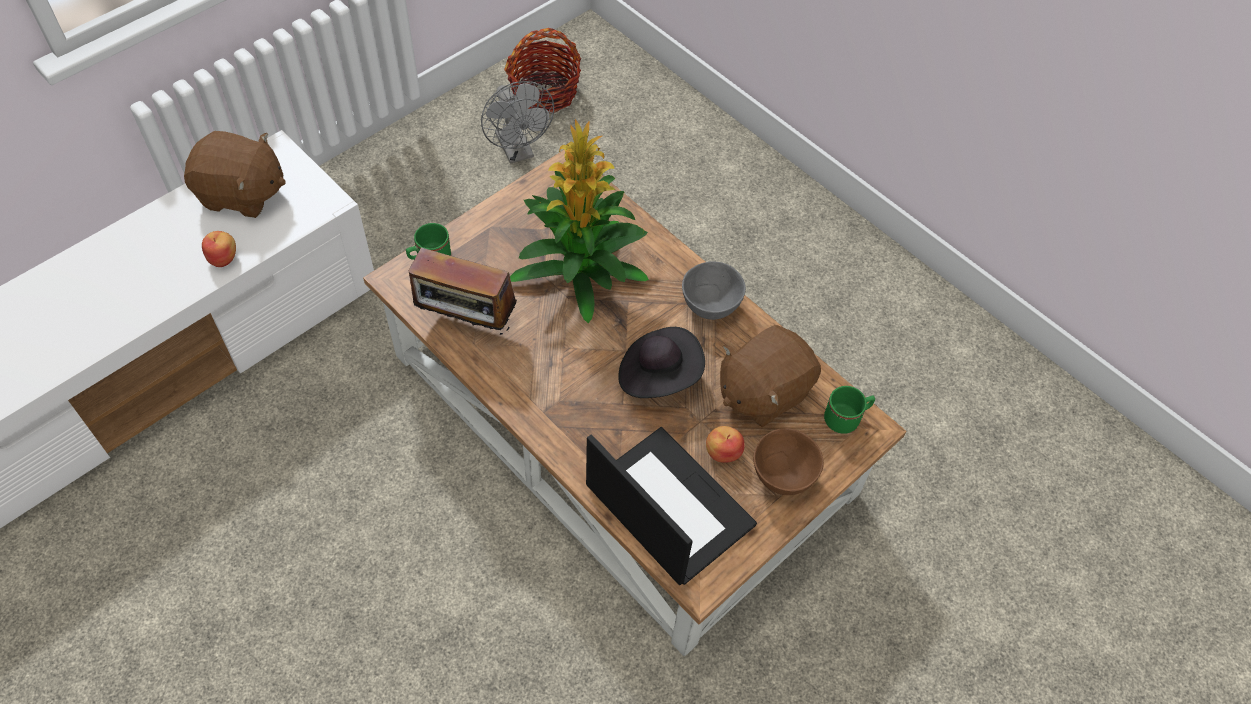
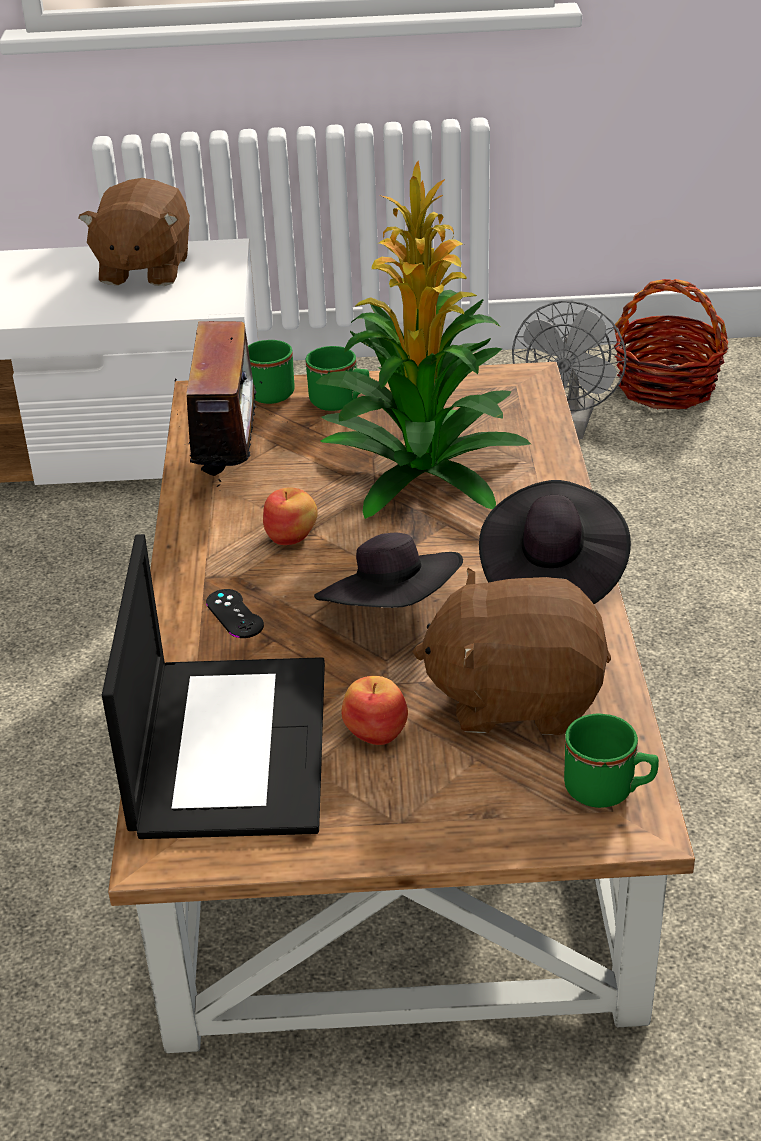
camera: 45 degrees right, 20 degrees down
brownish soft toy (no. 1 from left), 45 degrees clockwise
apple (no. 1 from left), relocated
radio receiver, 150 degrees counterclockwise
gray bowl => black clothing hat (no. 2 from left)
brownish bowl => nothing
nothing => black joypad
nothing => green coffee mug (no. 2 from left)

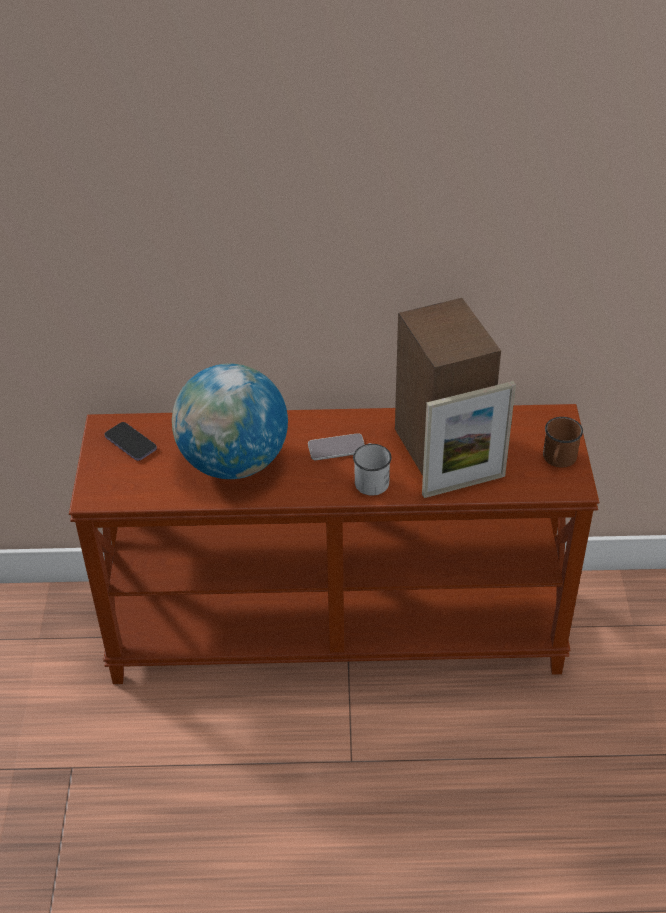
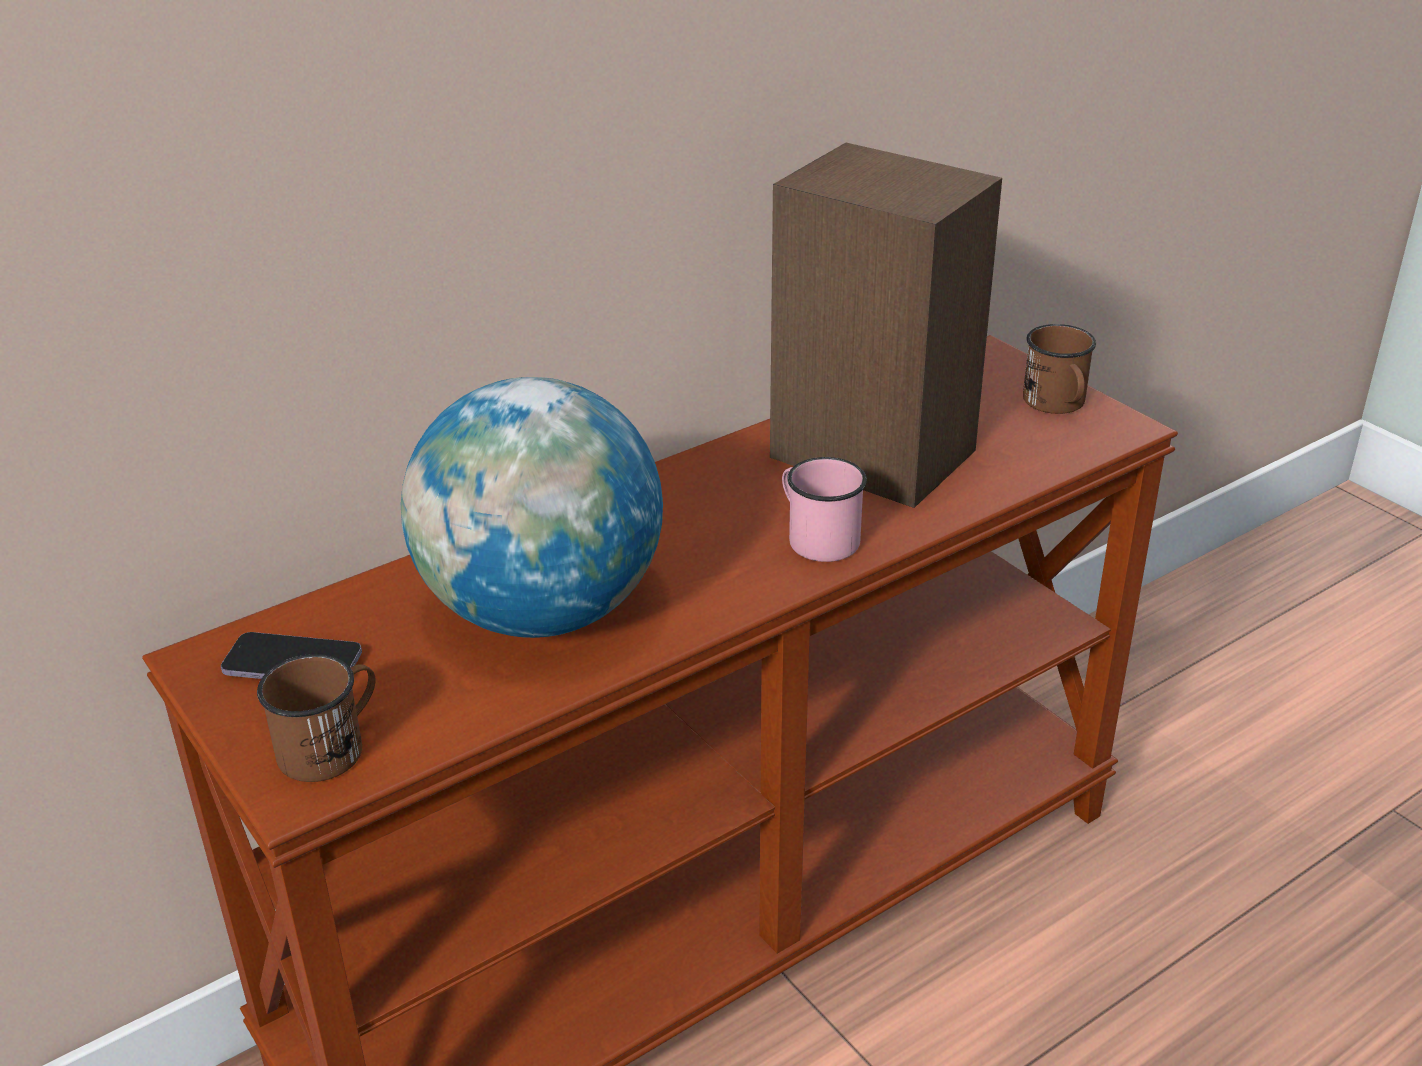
camera: 35 degrees left, 10 degrees down
telephone (no. 2 from left) => nothing
white-coloured coffee mug => pink-coloured coffee mug
standing frame => nothing
nothing => brownish coffee mug (no. 1 from left)

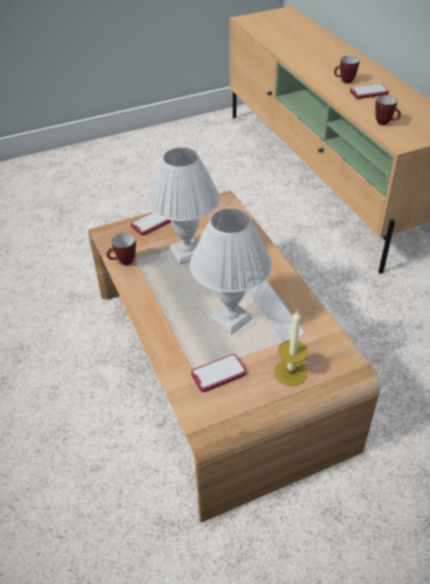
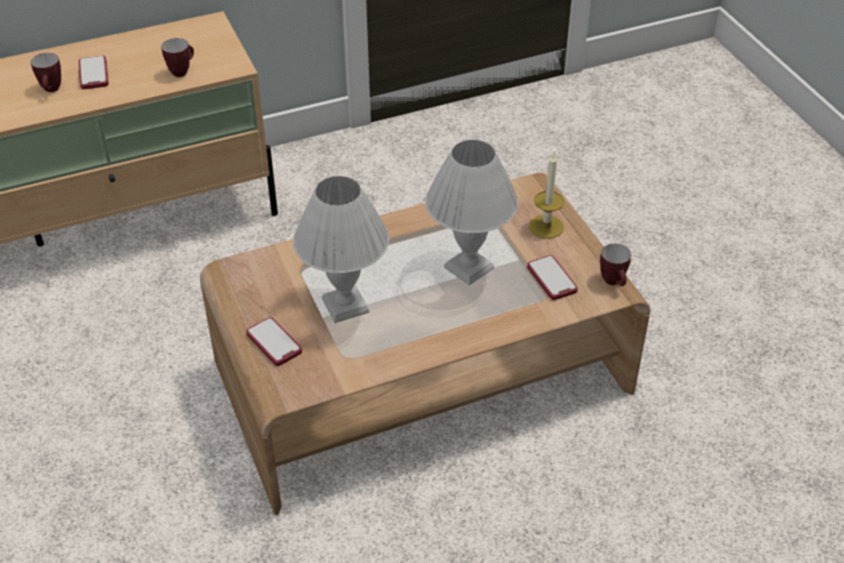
camera: 90 degrees left, 0 degrees up
coffee mug (no. 1 from left in the first image) => coffee mug (no. 3 from left), relocated

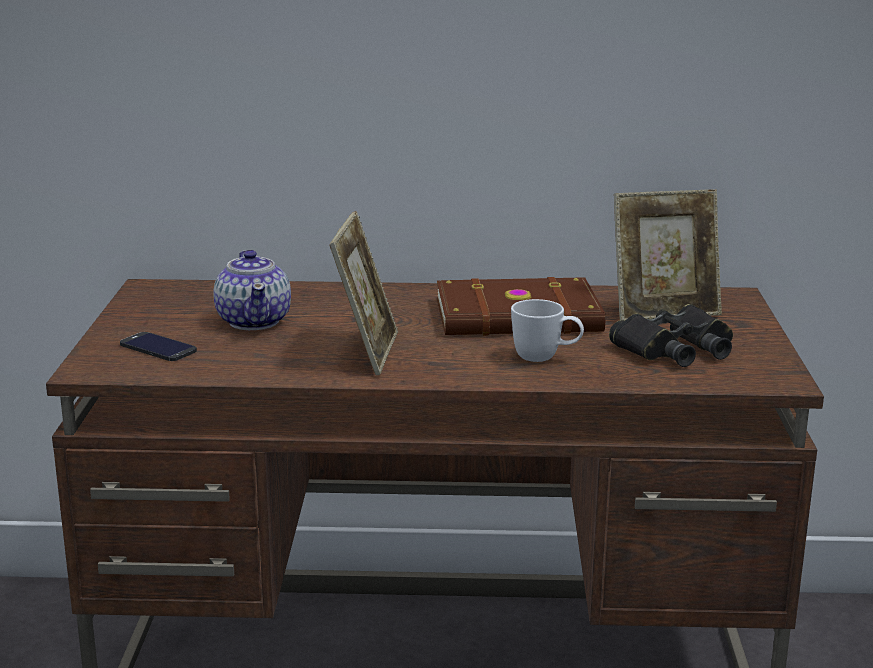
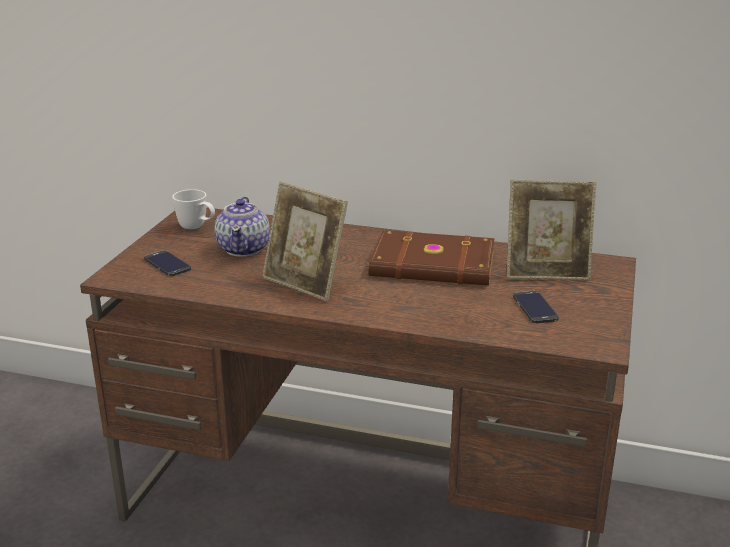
camera: 15 degrees right, 5 degrees up
standing frame (no. 1 from left), 105 degrees clockwise
white-coloured coffee mug, relocated
black pair of binoculars => telephone (no. 2 from left)

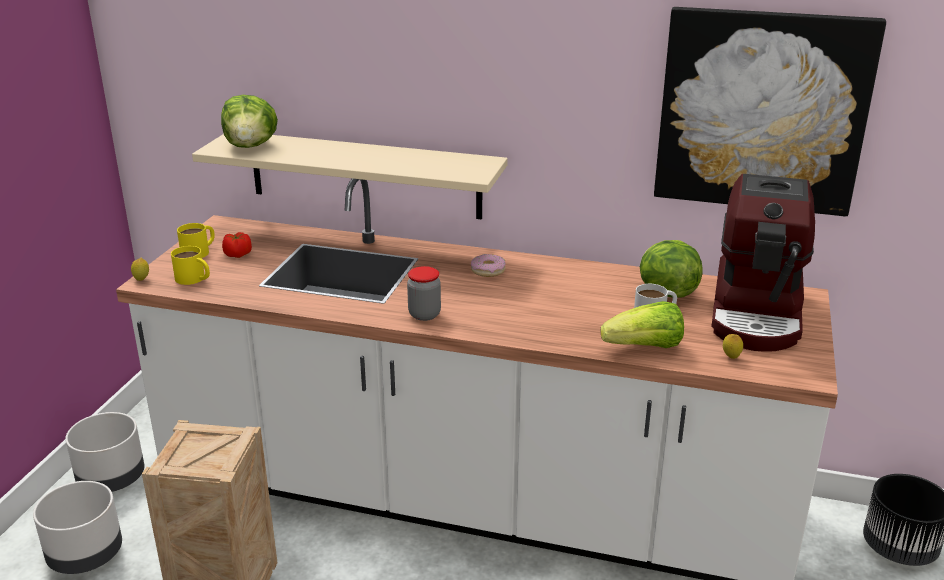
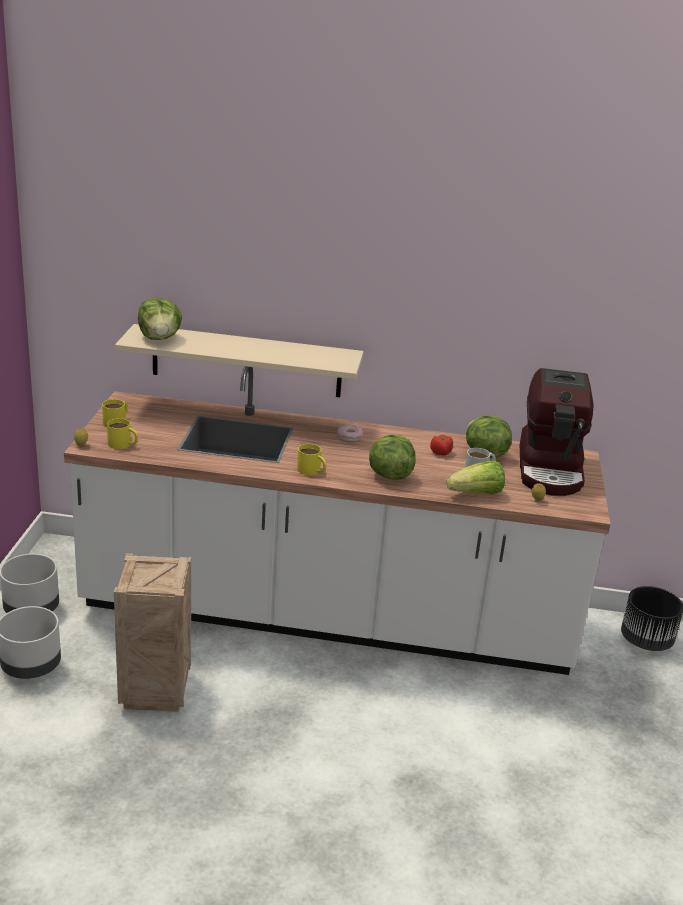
camera: 10 degrees left, 0 degrees up
tomato, relocated
jar => yellowish coffee mug (no. 3 from left)
wall art => nothing
nothing => lettuce head (no. 2 from left)

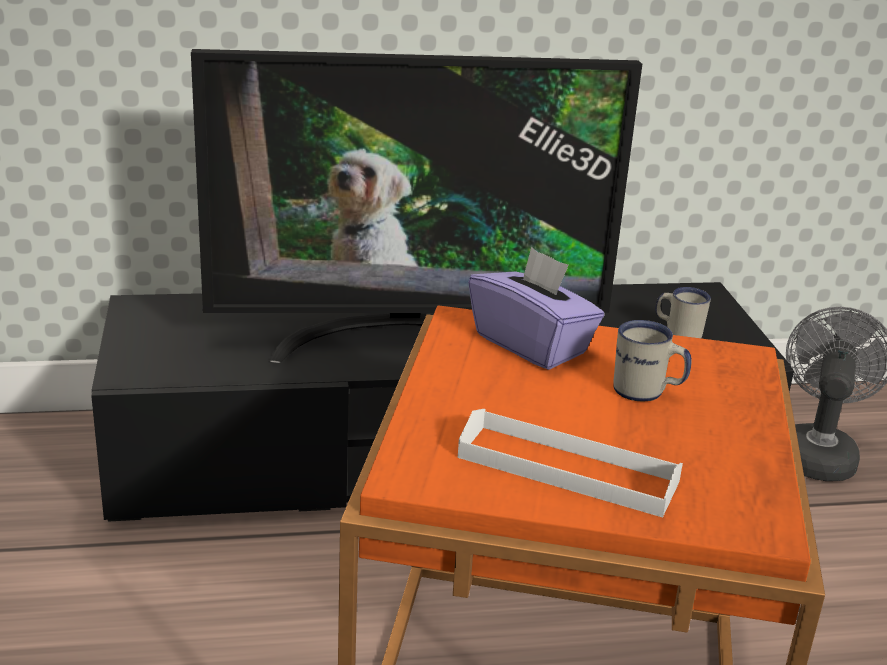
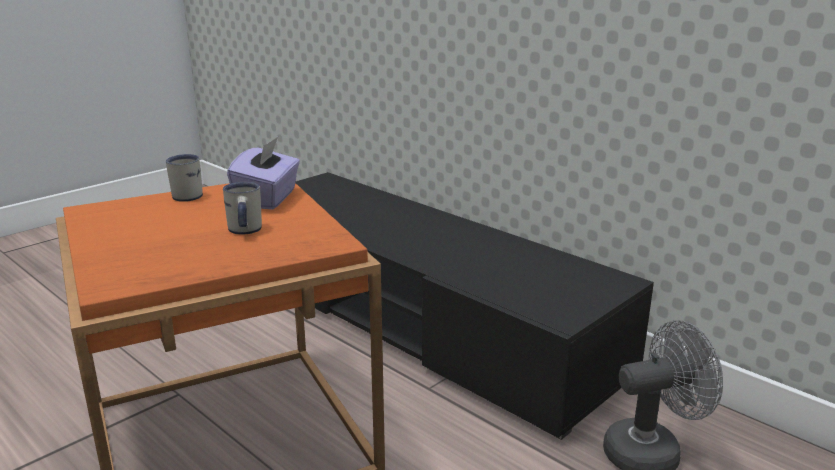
camera: 55 degrees right, 5 degrees down
television => nothing
white-coloured serving tray => nothing
white-coloured coffee mug (no. 2 from left in the first image) => white-coloured coffee mug (no. 1 from left), relocated

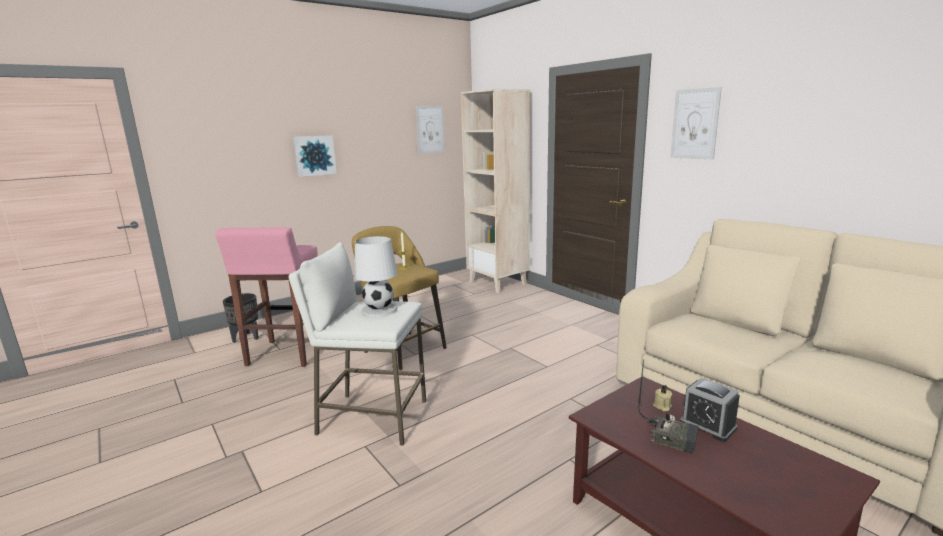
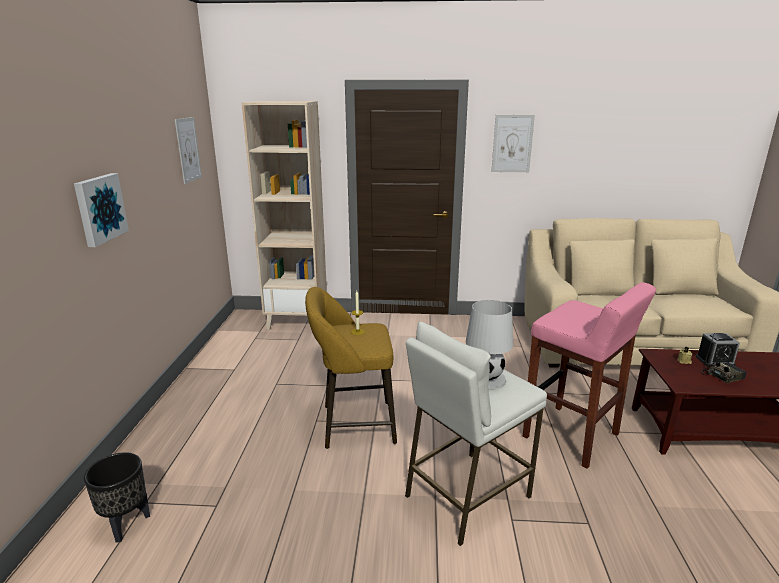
camera: 50 degrees left, 5 degrees up
pink-coloured sitting stool, relocated

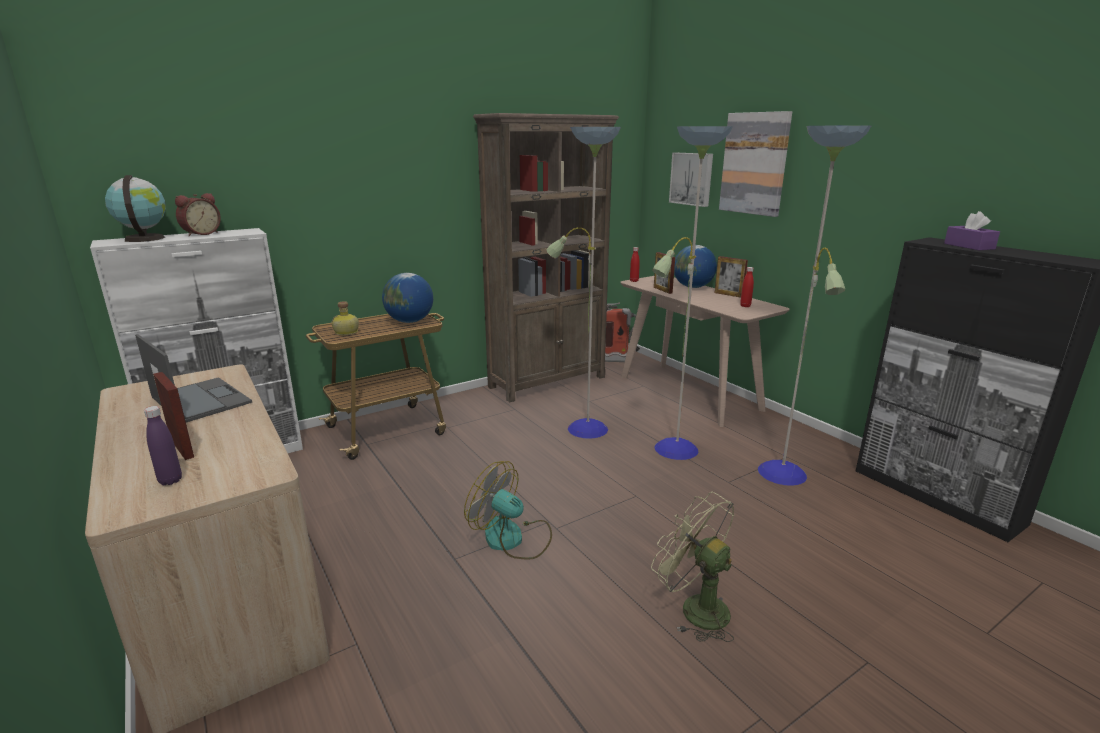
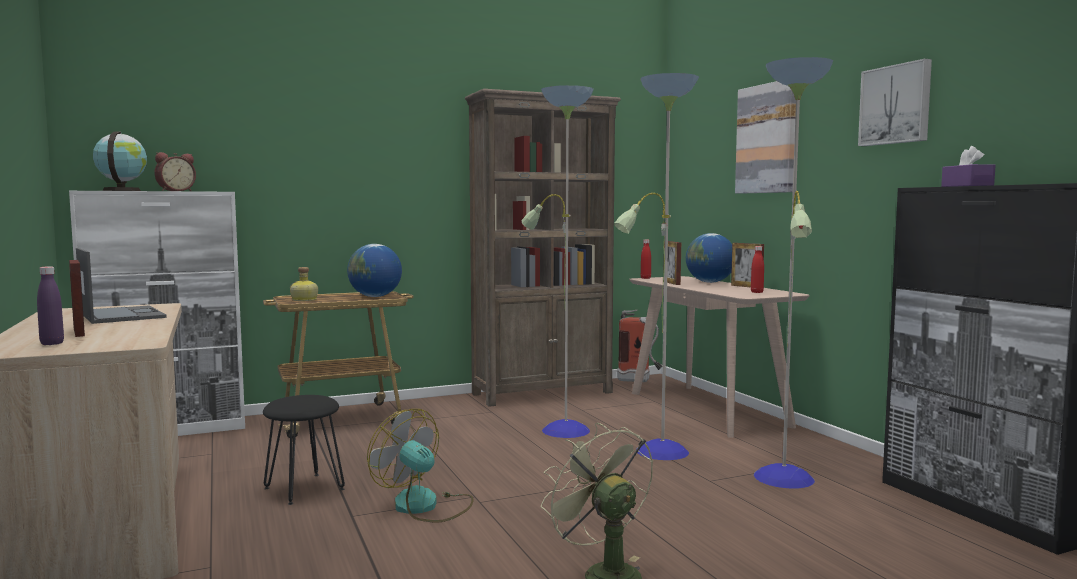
camera: 10 degrees right, 15 degrees down
wall art (no. 1 from left in the first image) => wall art (no. 2 from left), relocated
nothing => black sitting stool

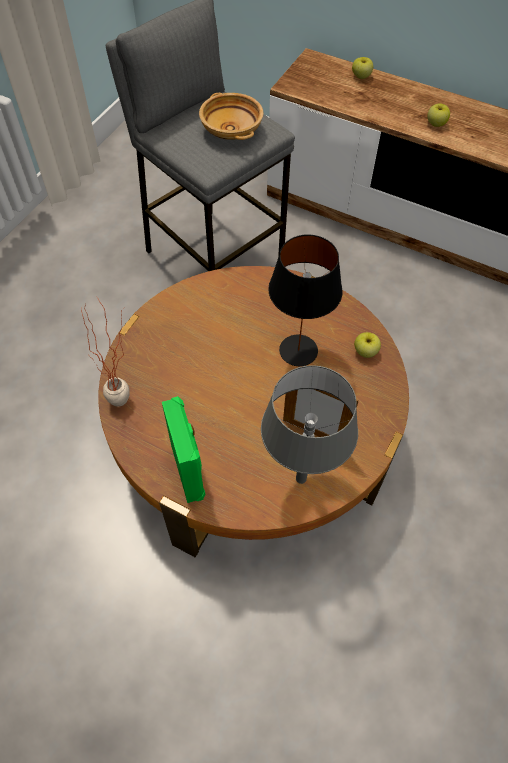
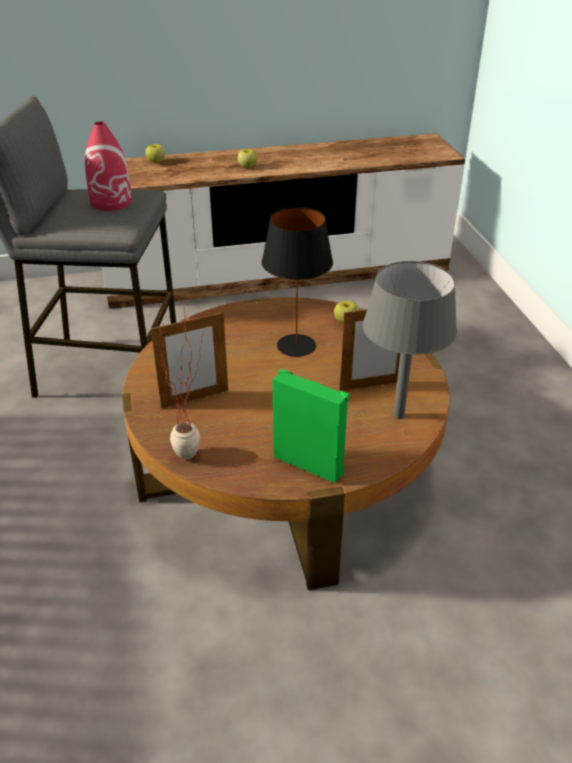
camera: 40 degrees left, 20 degrees down
beige bowl => red-coloured flower vase
nothing => standing frame (no. 1 from left)

